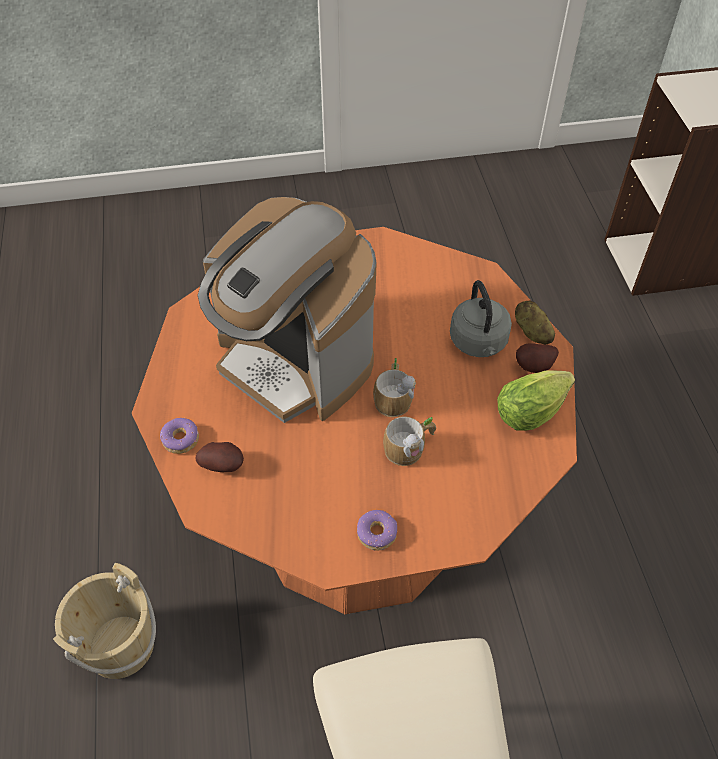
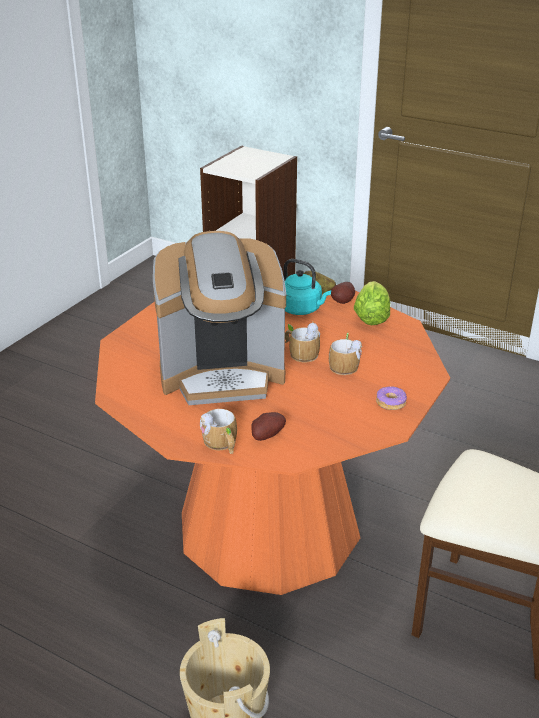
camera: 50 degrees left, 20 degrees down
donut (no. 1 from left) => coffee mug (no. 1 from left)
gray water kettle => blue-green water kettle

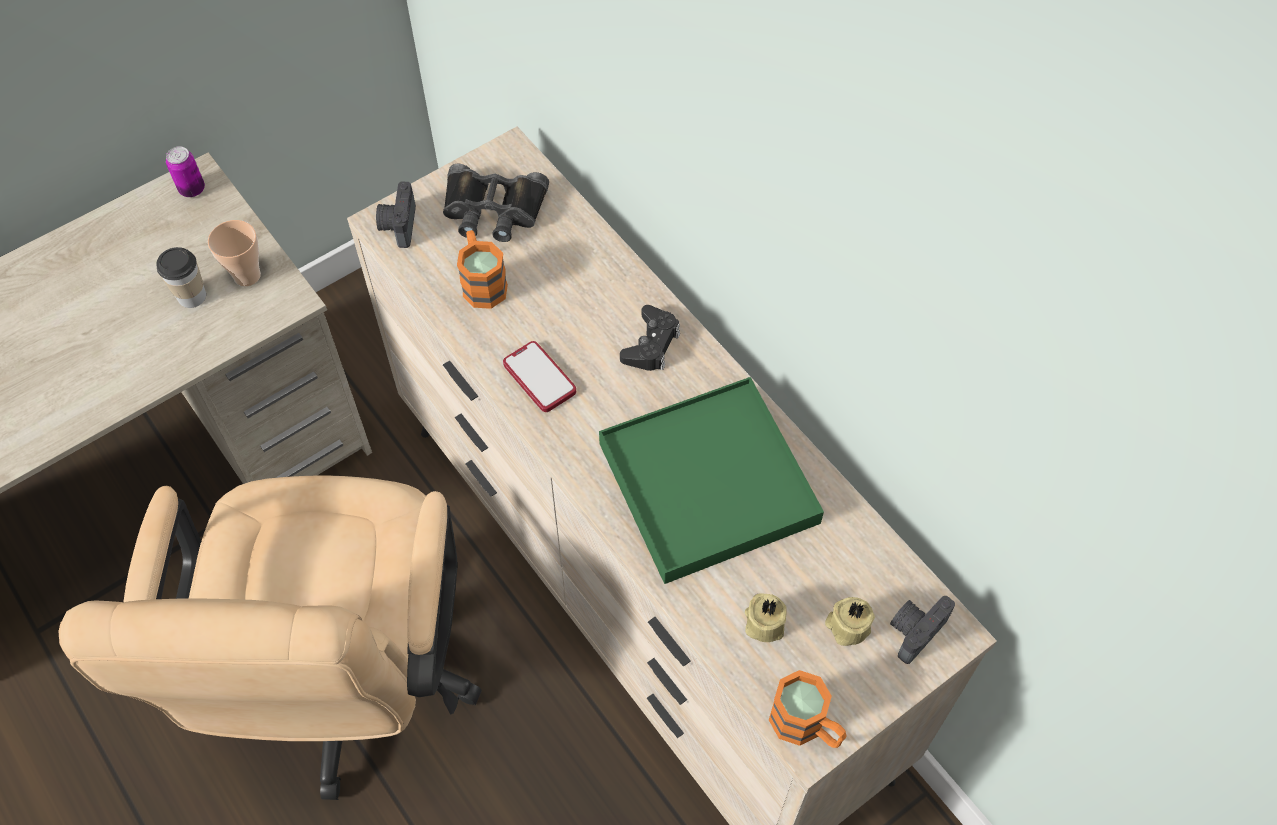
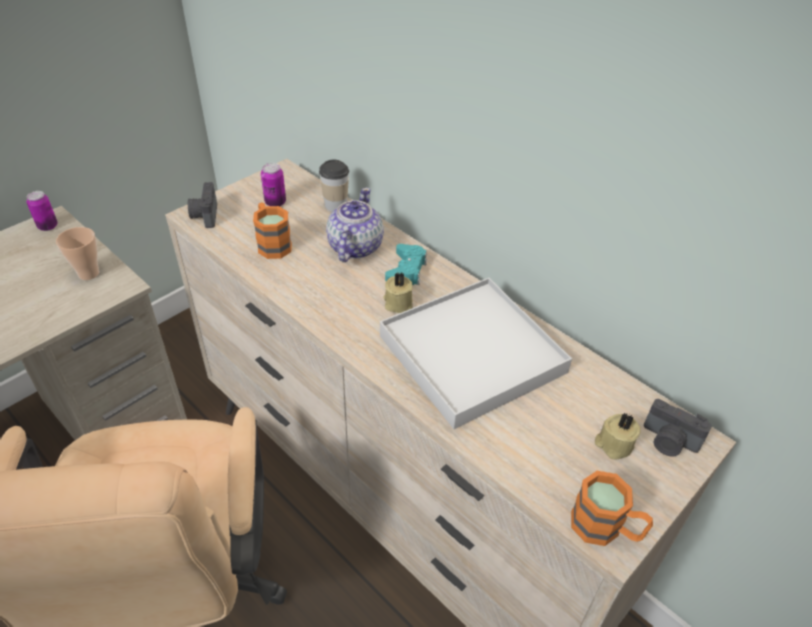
camera: 10 degrees left, 15 degrees down
small cup (no. 1 from left in the first image) => small cup (no. 2 from left), relocated
black pair of binoculars => sealed can (no. 2 from left)
telephone => nothing
green serving tray => white-coloured serving tray
black joypad => blue-green joypad
beige candle (no. 1 from left), relocated
photo camera (no. 2 from left), 90 degrees counterclockwise
nothing => teapot

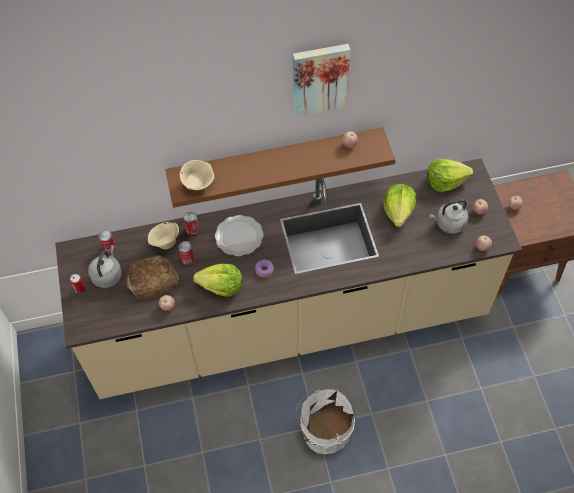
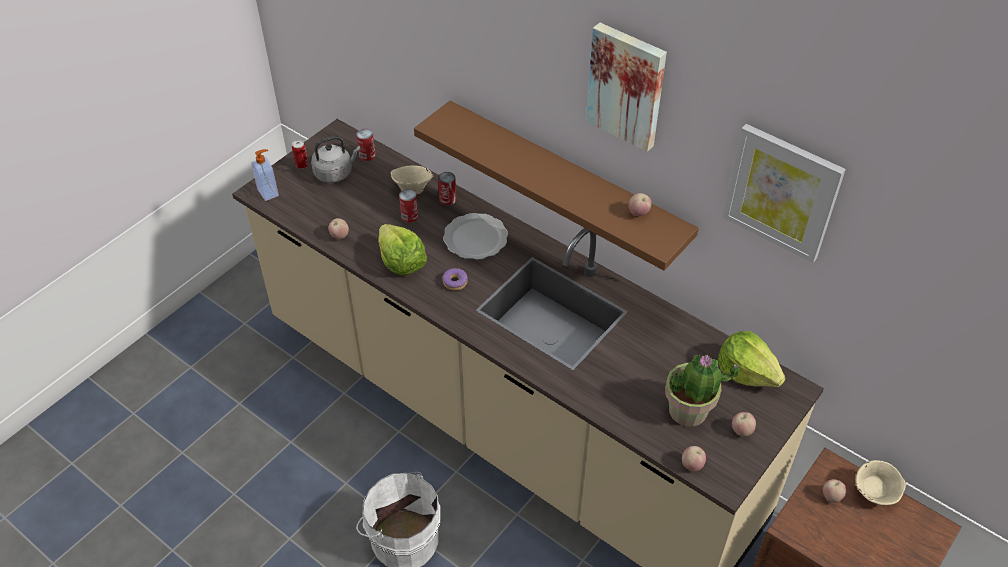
camera: 50 degrees right, 10 degrees down
baked bread => nothing
beige bowl (no. 2 from left), relocated
lettuce head (no. 2 from left) => nothing
gray water kettle (no. 2 from left) => houseplant
nothing => liquid soap bottle
nothing => wall art (no. 2 from left)

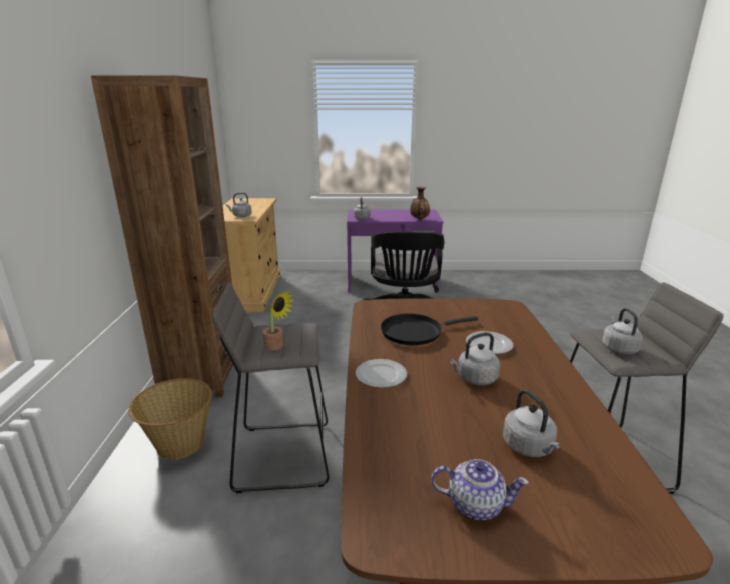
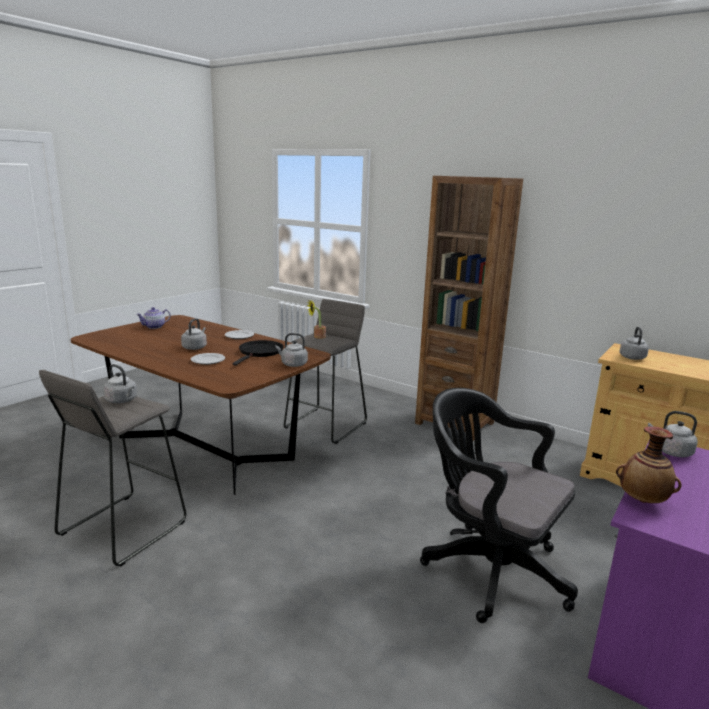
camera: 125 degrees right, 5 degrees down
storage basket => nothing
gray water kettle (no. 4 from left in the first image) => gray water kettle (no. 3 from left), relocated

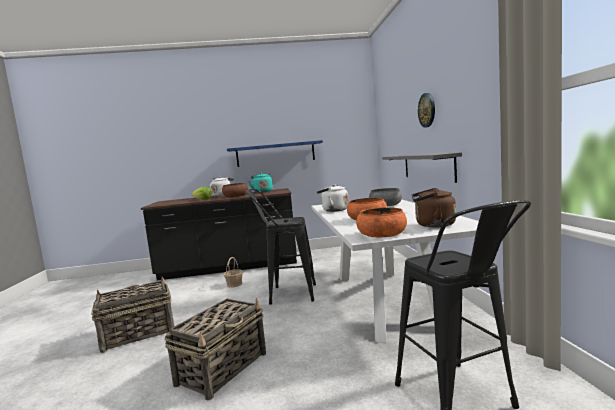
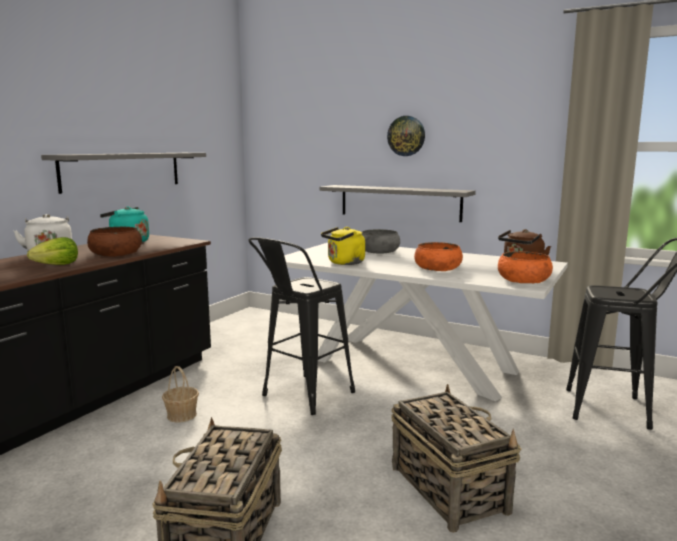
camera: 55 degrees left, 5 degrees up
blue-coloured bracket shelf => gray bracket shelf (no. 1 from left)
white-coloured water kettle (no. 2 from left) => yellowish water kettle

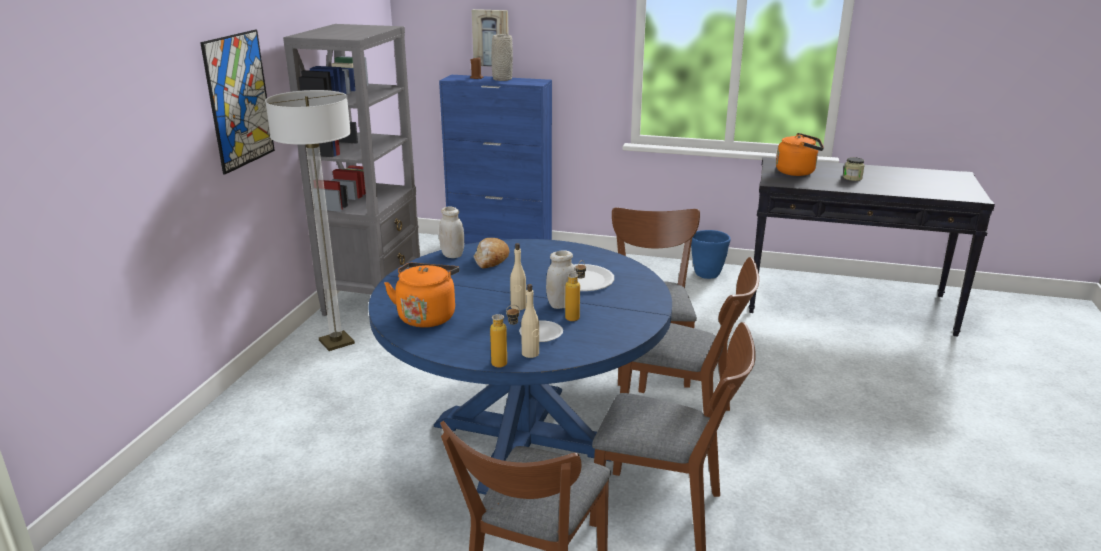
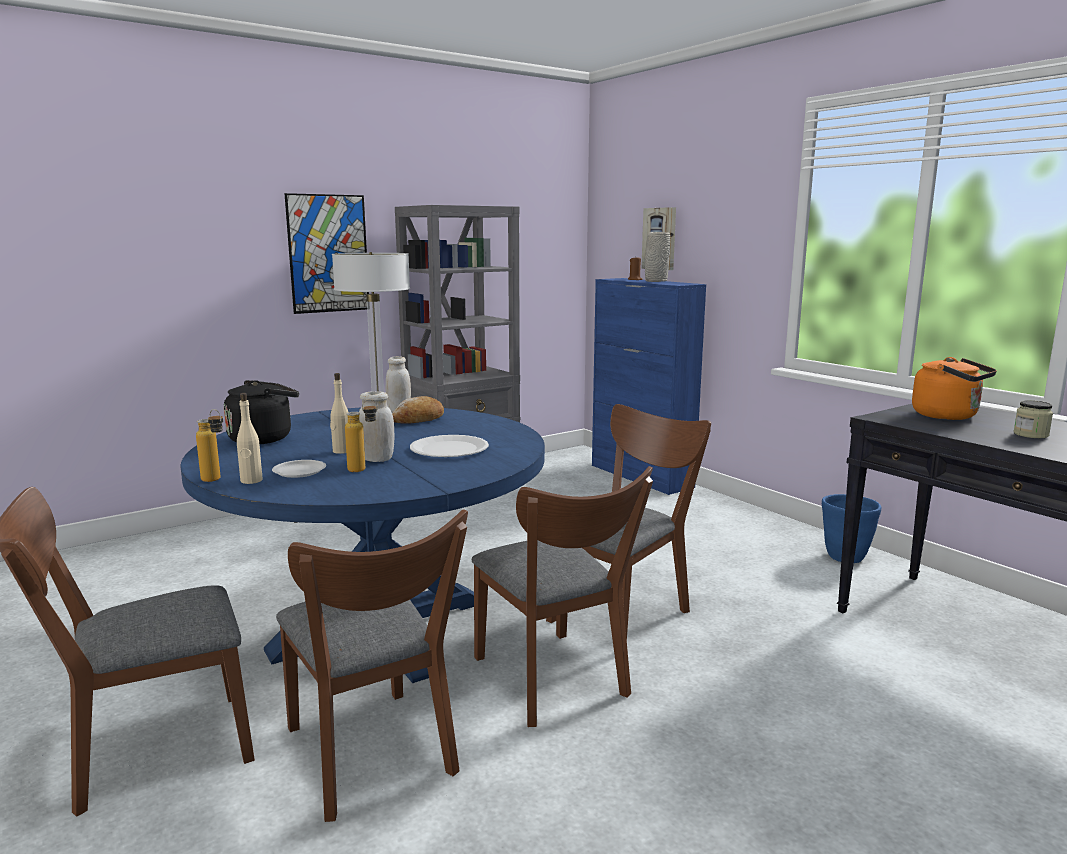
camera: 40 degrees right, 10 degrees down
orangey water kettle (no. 1 from left) => black water kettle

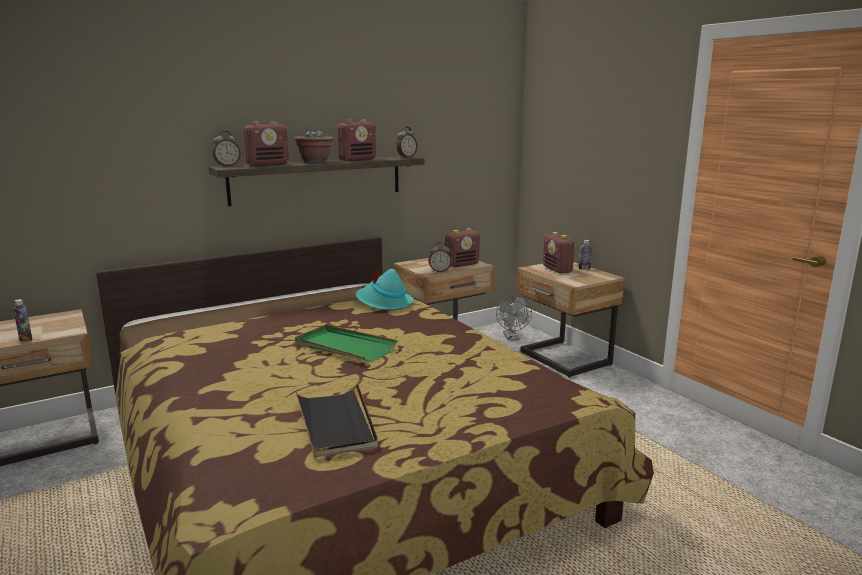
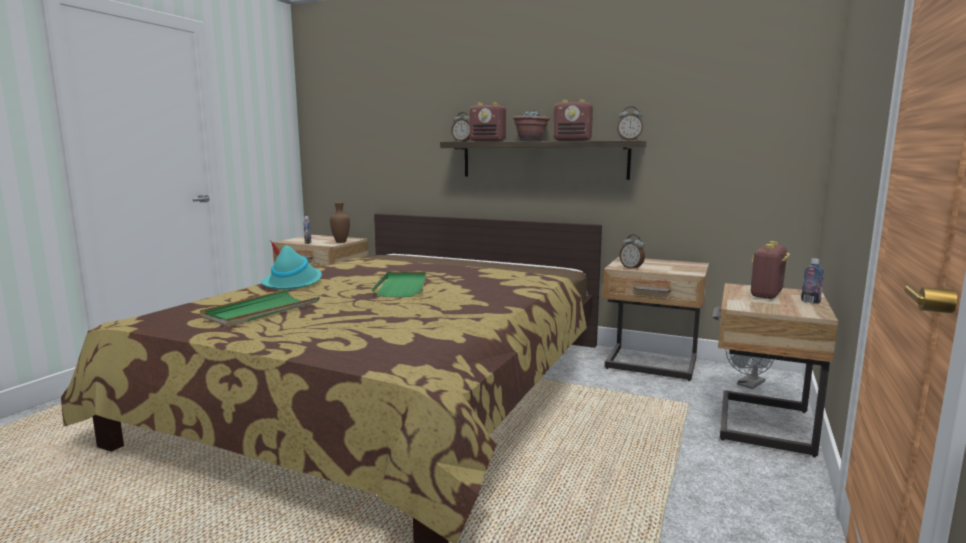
camera: 55 degrees right, 5 degrees down
black serving tray => green serving tray (no. 1 from left)
blue-green clothing hat, relocated
radio receiver (no. 3 from left) => nothing
nothing => brownish flower vase

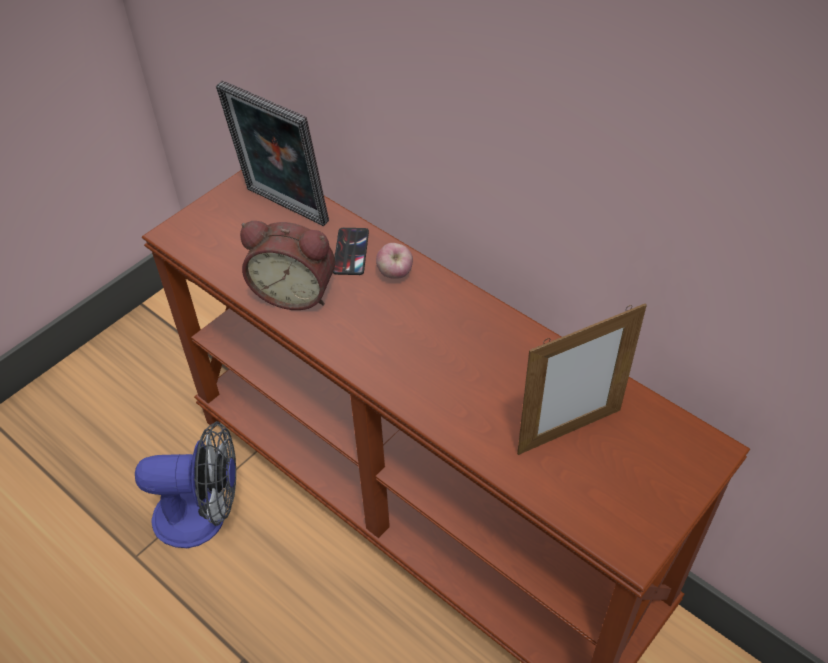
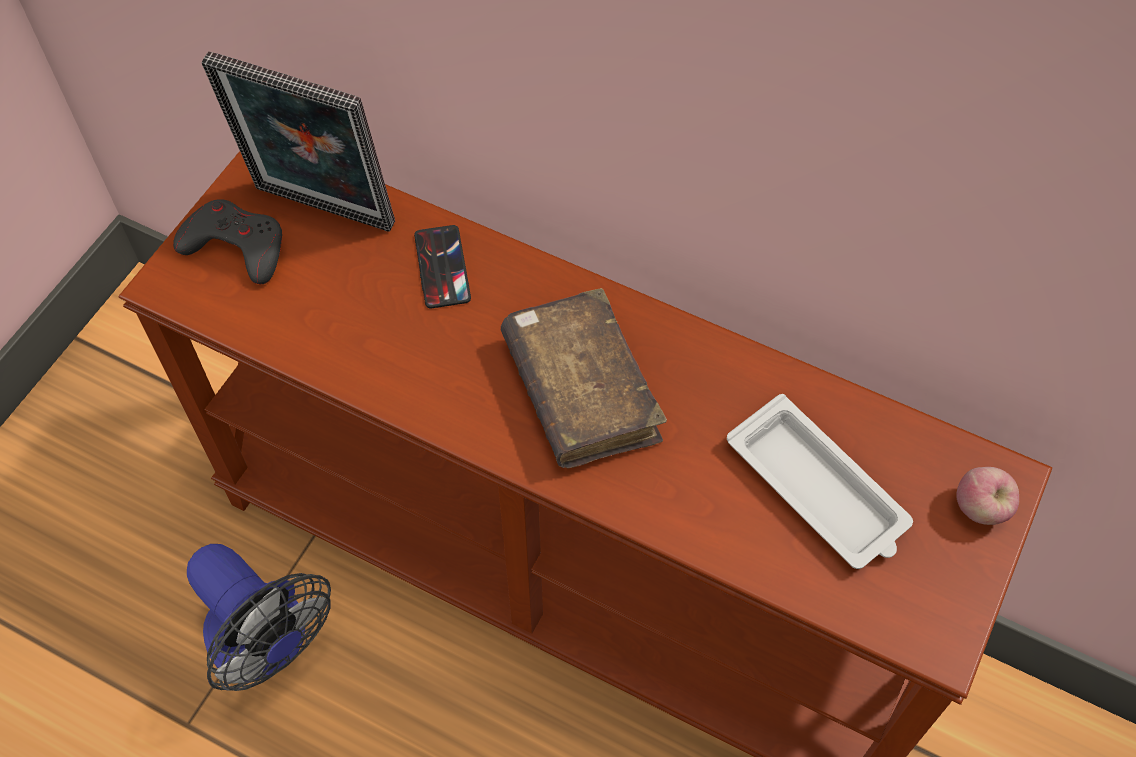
camera: 15 degrees left, 10 degrees up
cooling fan, 60 degrees clockwise
table clock => nothing
apple, relocated
standing frame (no. 2 from left) => white-coloured serving tray
nothing => gray joypad
nothing => brownish bound book

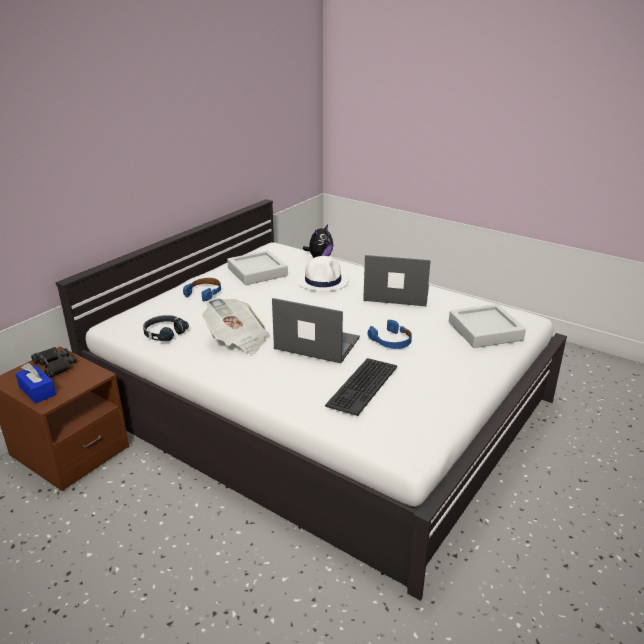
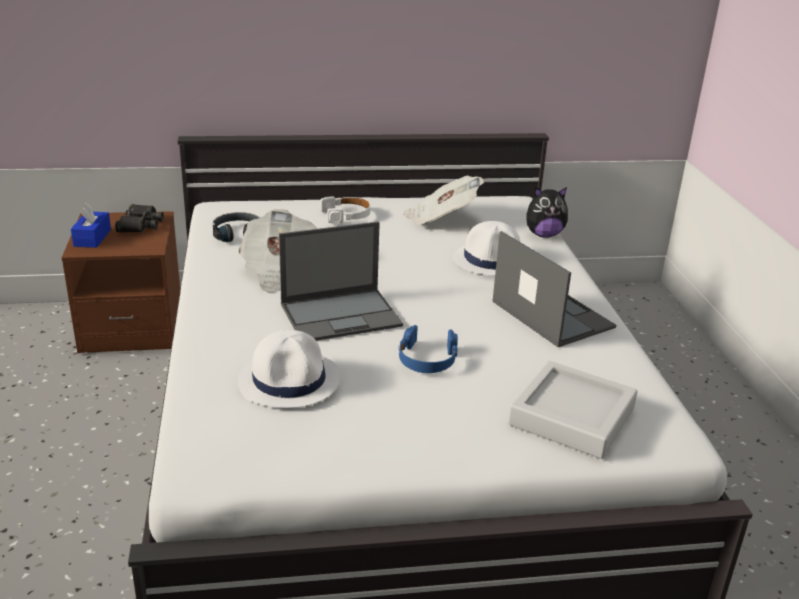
camera: 45 degrees right, 0 degrees up
blue-coloured pair of headphones (no. 1 from left) => white-coloured pair of headphones
gray serving tray (no. 1 from left) => newspaper (no. 2 from left)
portable computer (no. 1 from left), 90 degrees clockwise
computer keyboard => white-coloured clothing hat (no. 1 from left)

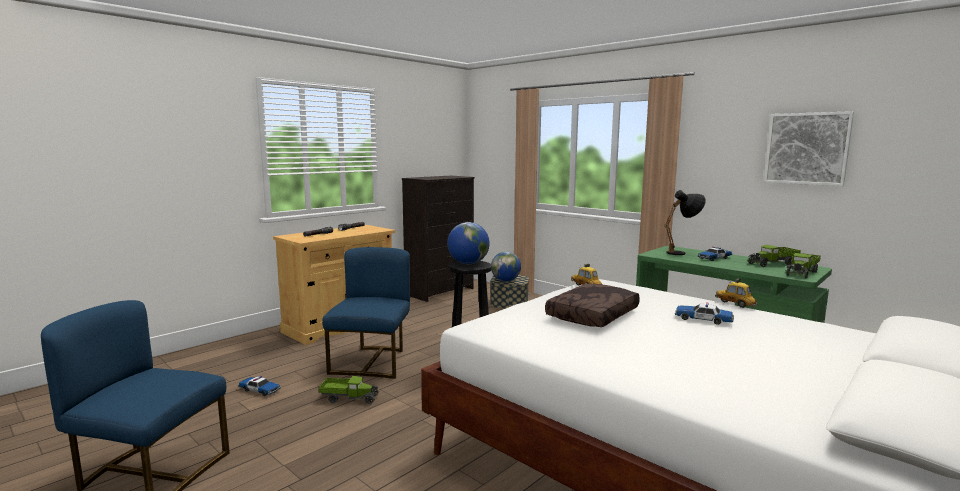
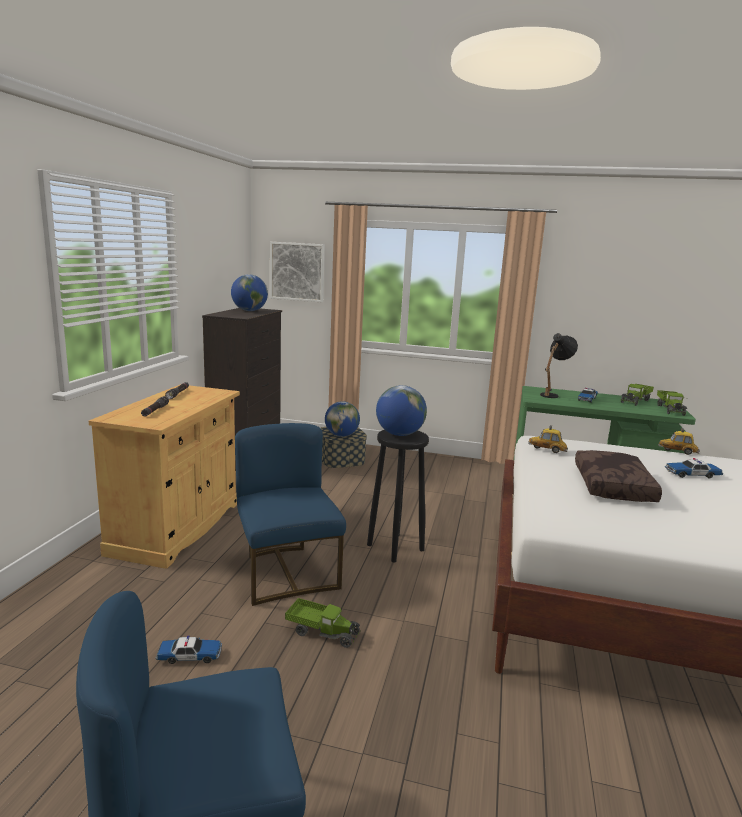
camera: 30 degrees left, 5 degrees up
toy lorry (no. 1 from left), 45 degrees clockwise
wall art, relocated
nothing => globe (no. 1 from left)

